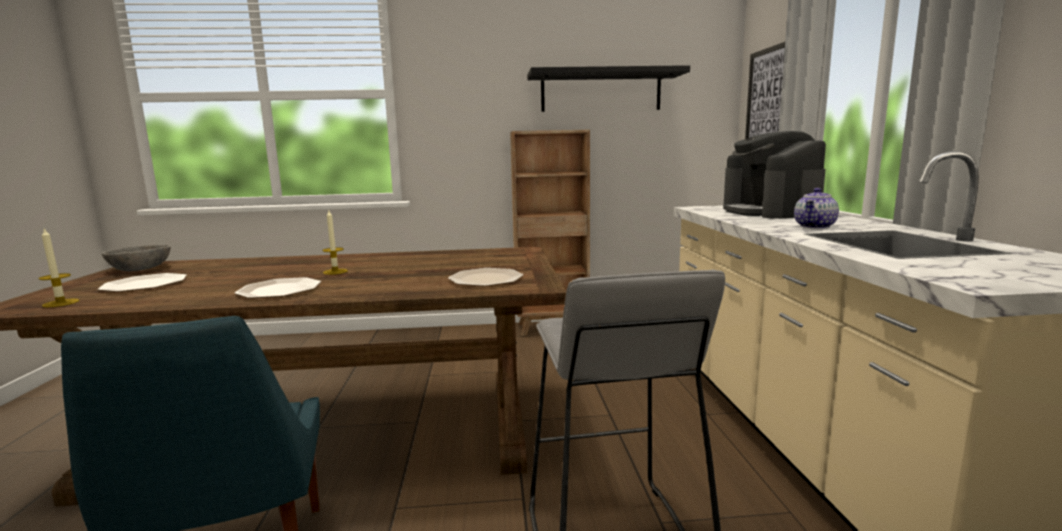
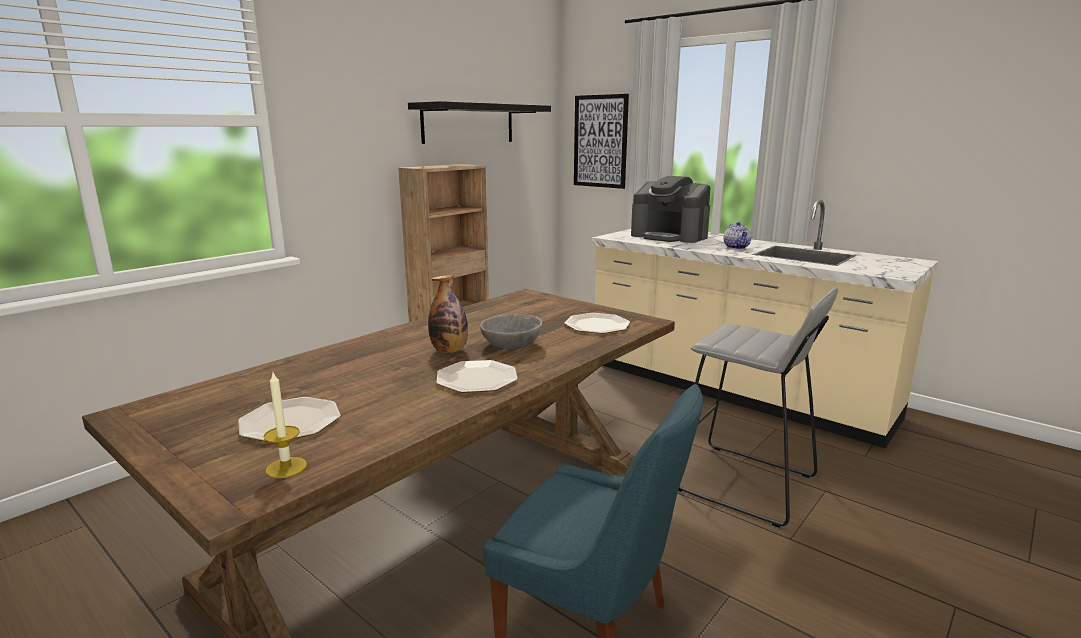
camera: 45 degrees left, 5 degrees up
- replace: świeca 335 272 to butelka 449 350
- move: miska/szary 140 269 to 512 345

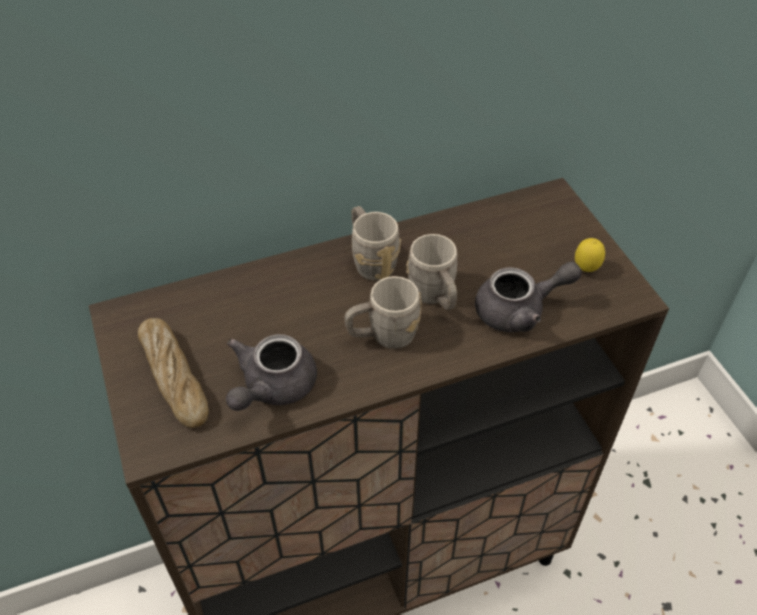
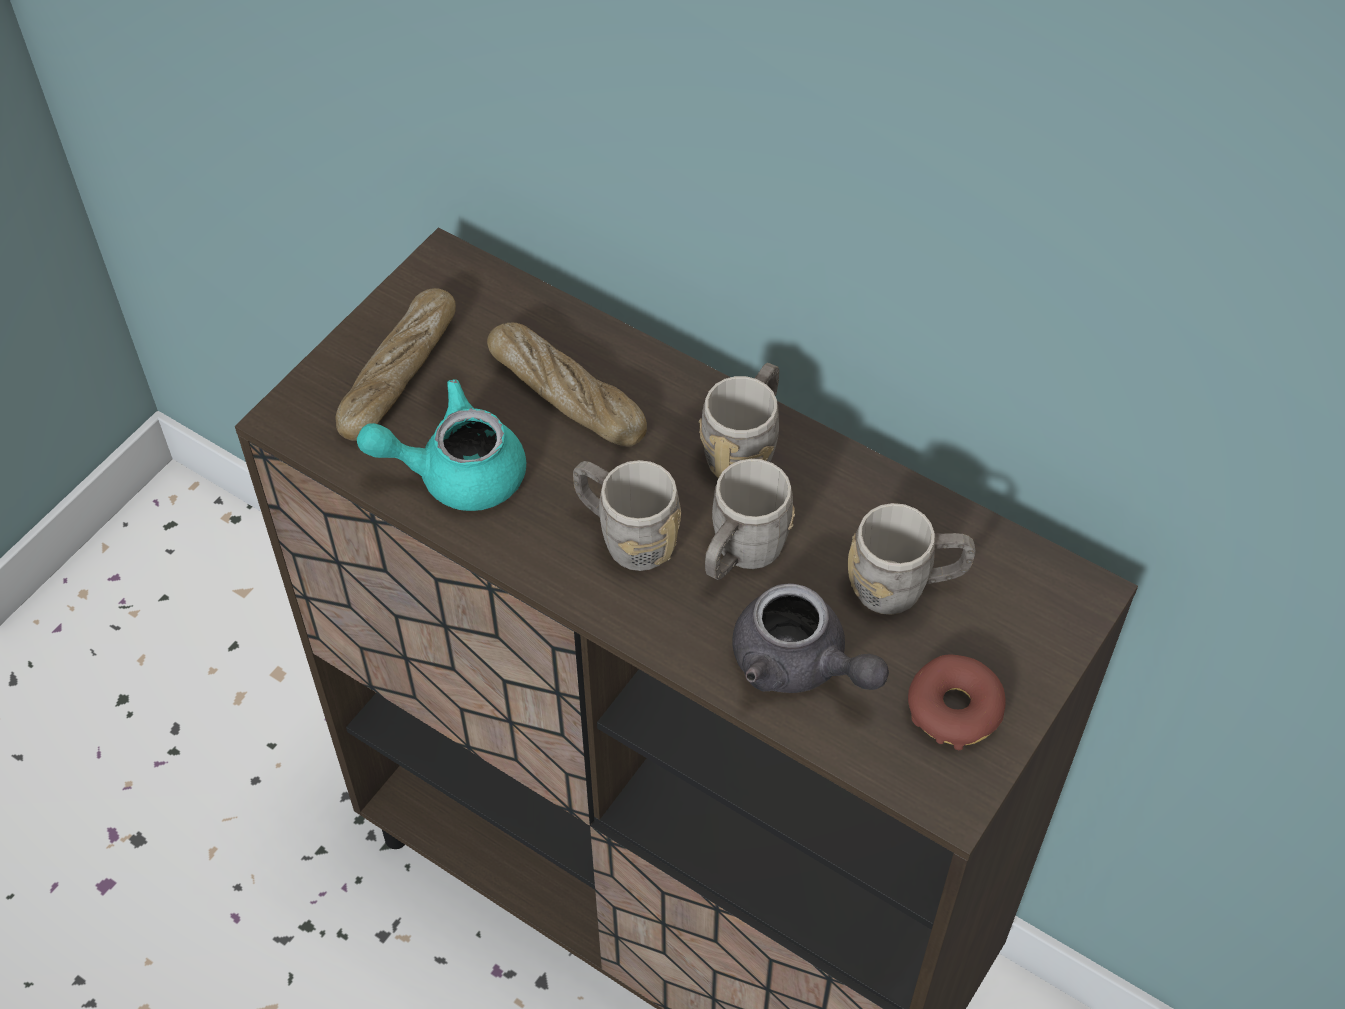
camera: 55 degrees right, 5 degrees up
- replace: cytryna 585 269 to donut 954 709
- recolor: imbryk/szary 272 387 to imbryk/turkusowy 456 472
- insert: chleb 566 394
- insert: kubek/szary 905 587

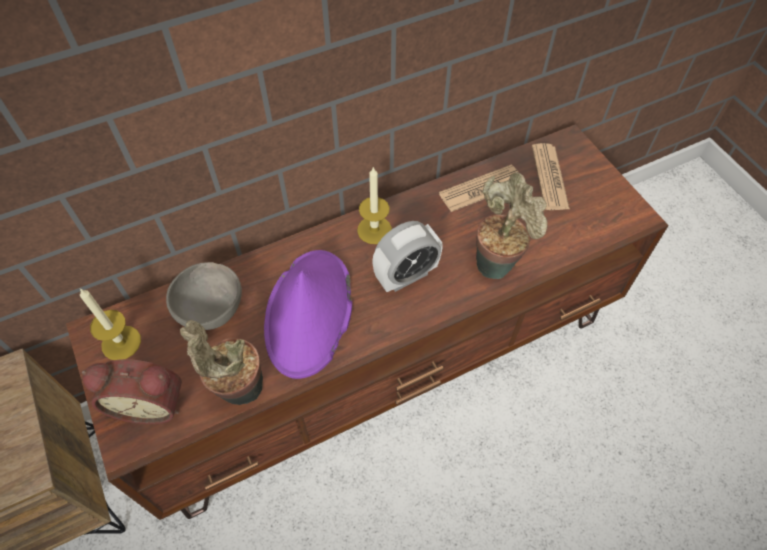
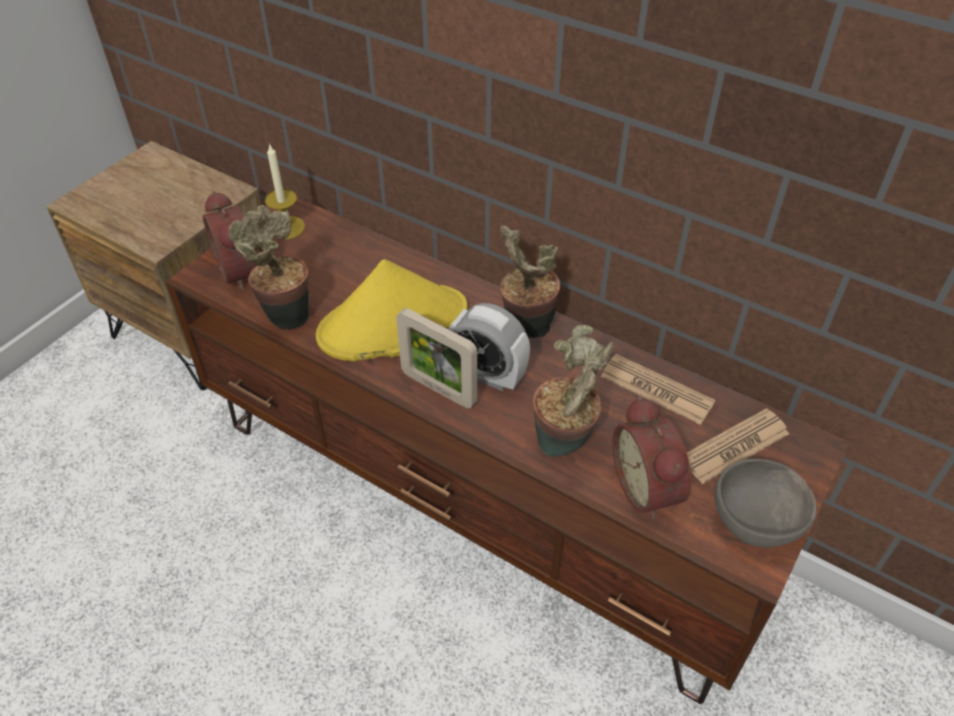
camera: 60 degrees right, 10 degrees down
- replace: świeca 374 230 to roślina doniczkowa 525 327
- recolor: kapelusz/fioletowy 309 314 to kapelusz/żółty 392 324
- move: miska/szary 213 310 to 756 525
- insert: ramka na zdjęcie 438 388
- insert: budzik 649 487

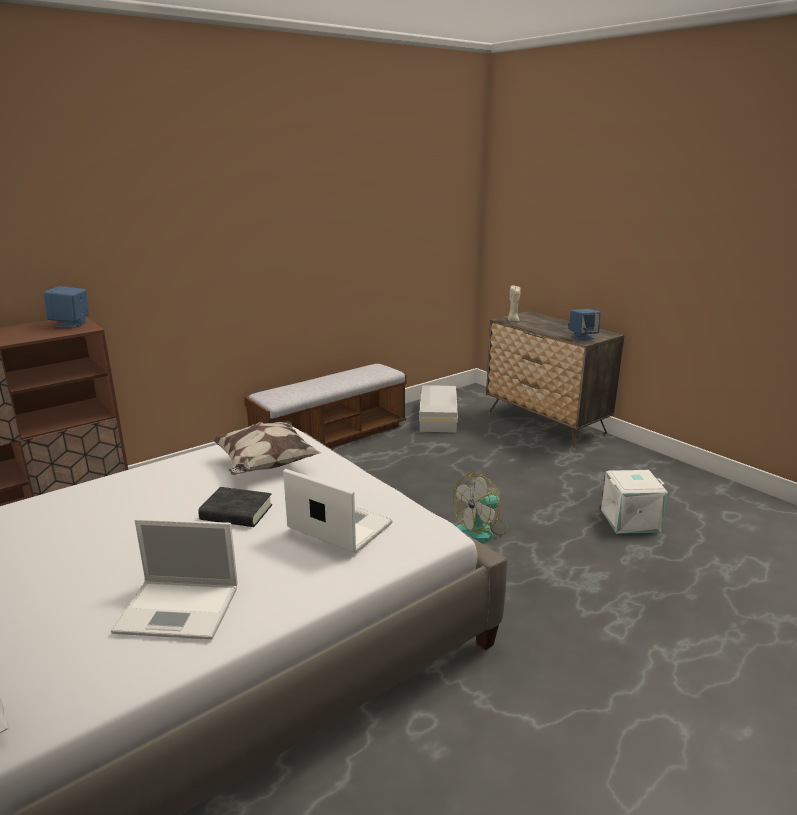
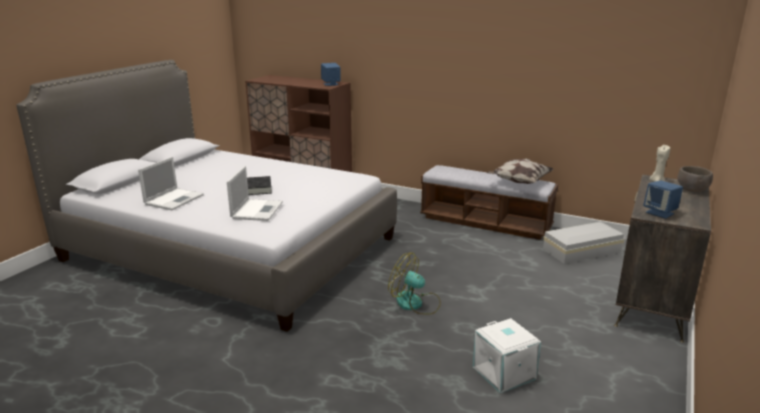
camera: 65 degrees right, 0 degrees up
- move: poduszka 265 465 to 519 182
- rotate: laptop 180 609 = 174 199 135 degrees counterclockwise
- insert: miska/brązowy 691 190

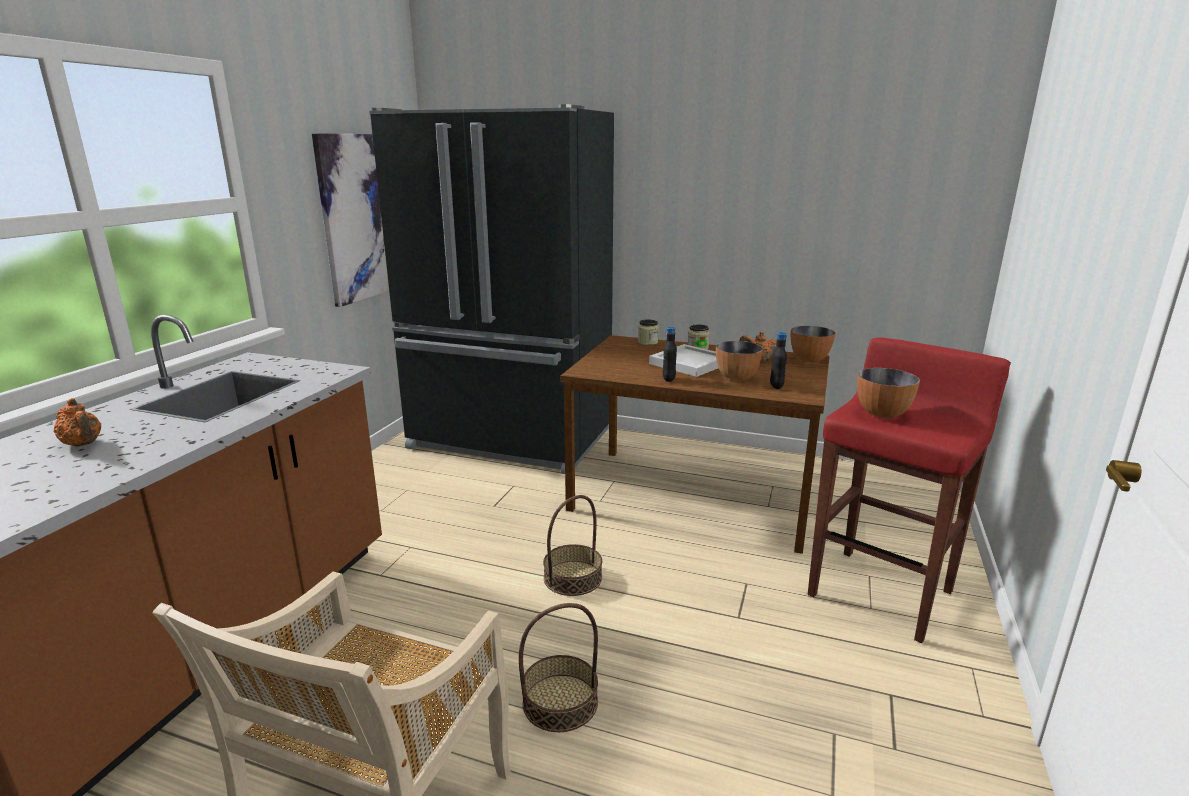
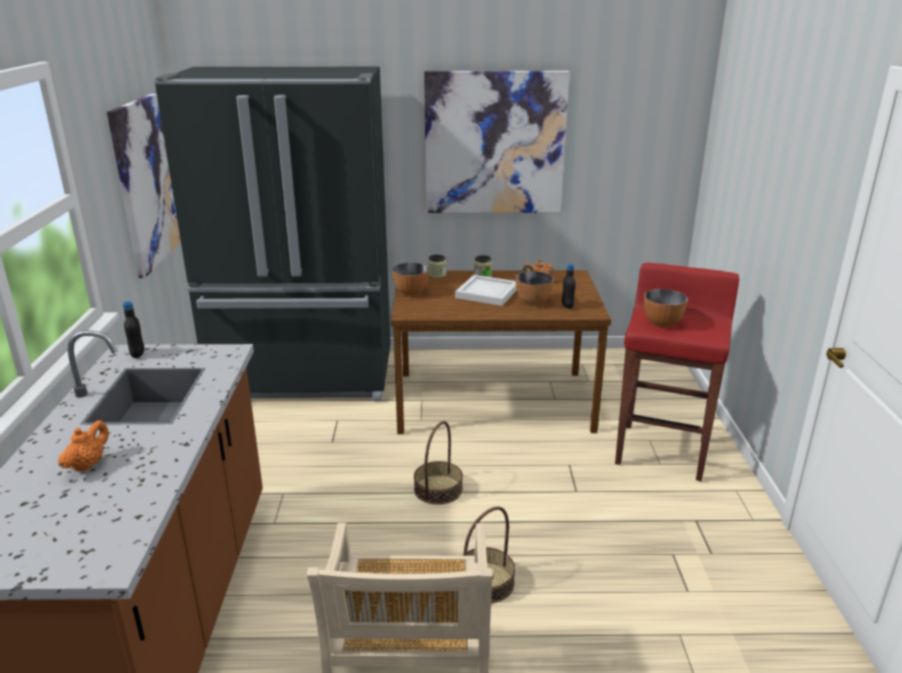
camera: 20 degrees left, 5 degrees up
- move: butelka/czarny 669 379 to 138 354
- move: miska 810 359 to 411 292
- rotate: imbryk/pomarańczowy 83 444 = 88 465 90 degrees counterclockwise
- insert: obraz 494 143

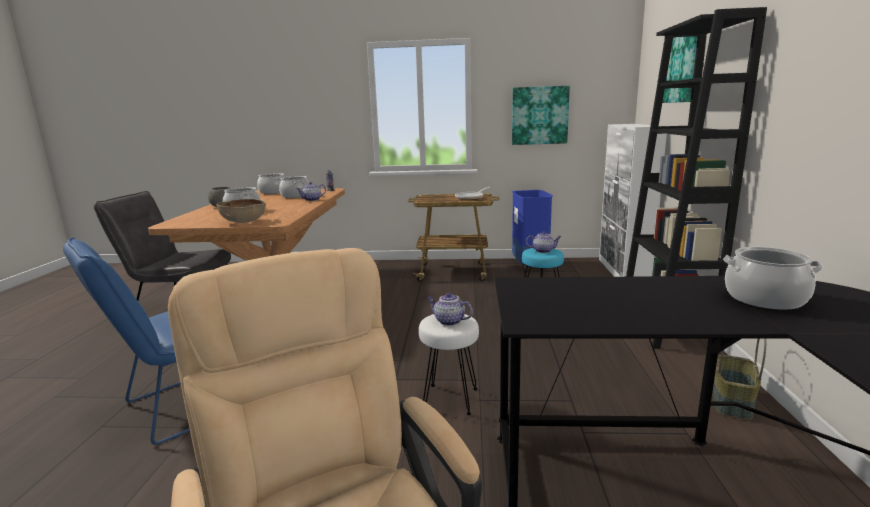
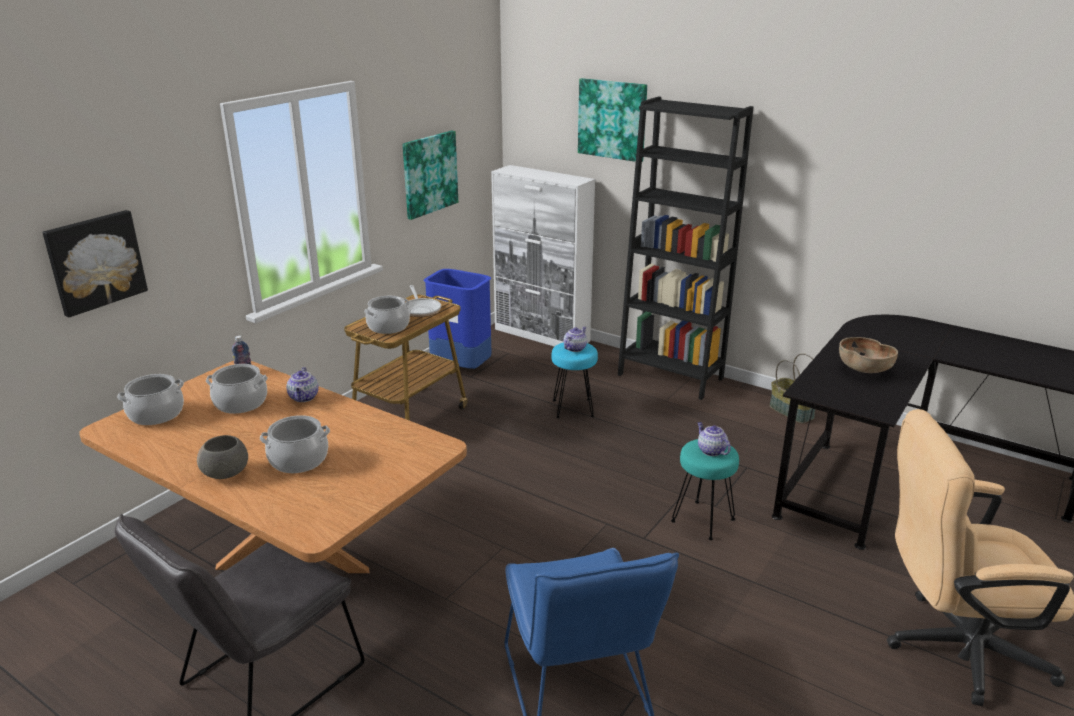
camera: 60 degrees left, 10 degrees up
- move: miska/brązowy 243 222 to 863 370
- move: garnek 765 298 to 388 327
- rotate: imbryk 448 321 = 711 450 90 degrees clockwise
- recolor: stołek/biały 450 399 to stołek/turkusowy 702 520
- insert: obraz 95 261

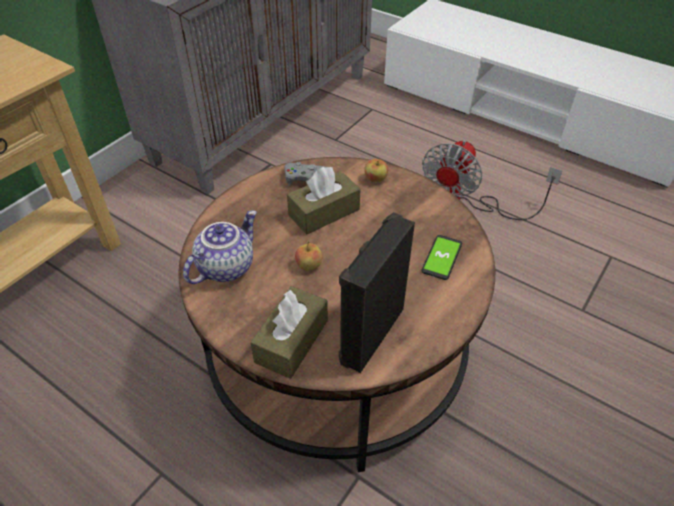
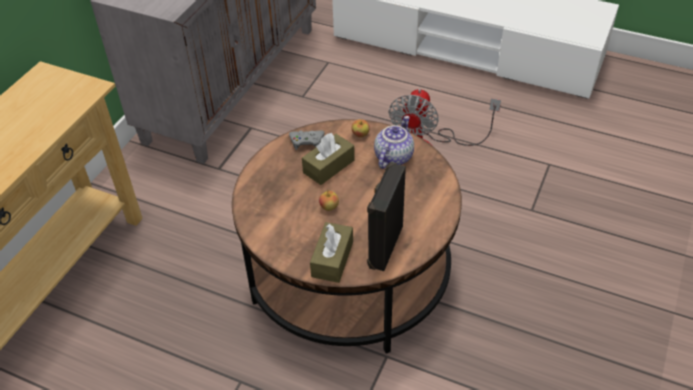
camera: 10 degrees left, 0 degrees up
- move: imbryk 225 266 to 393 157
- delete: telefon 442 258

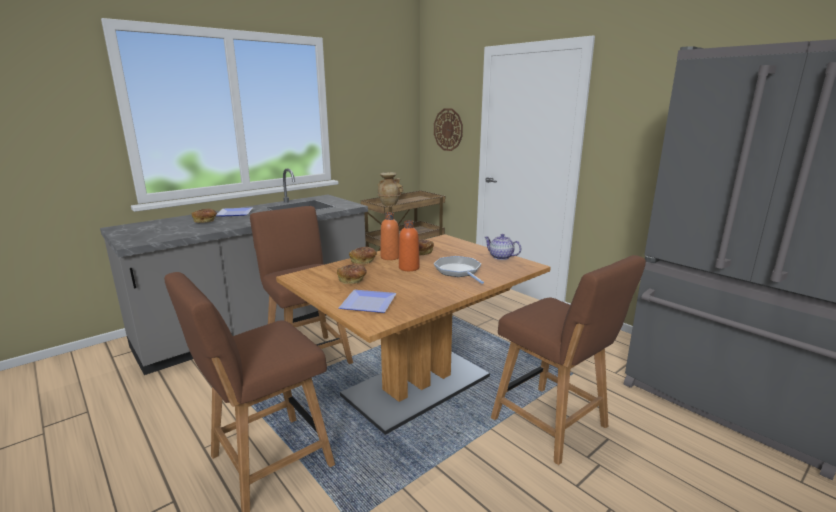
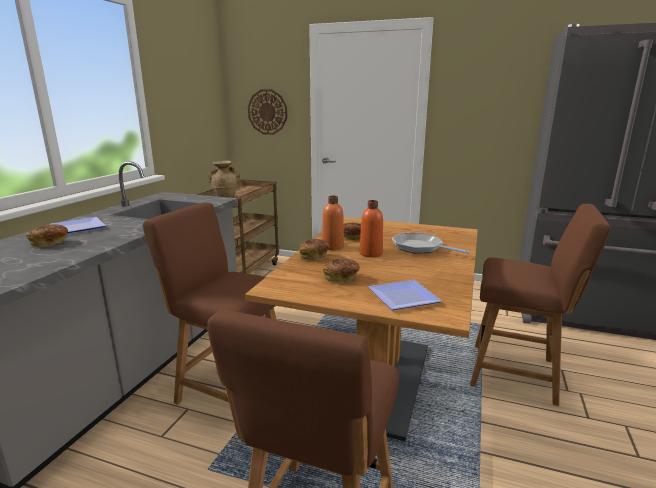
camera: 30 degrees left, 0 degrees up
- delete: imbryk 500 257

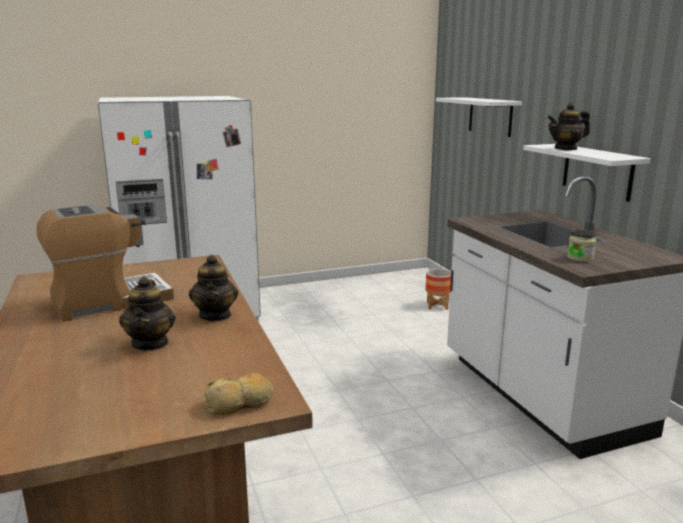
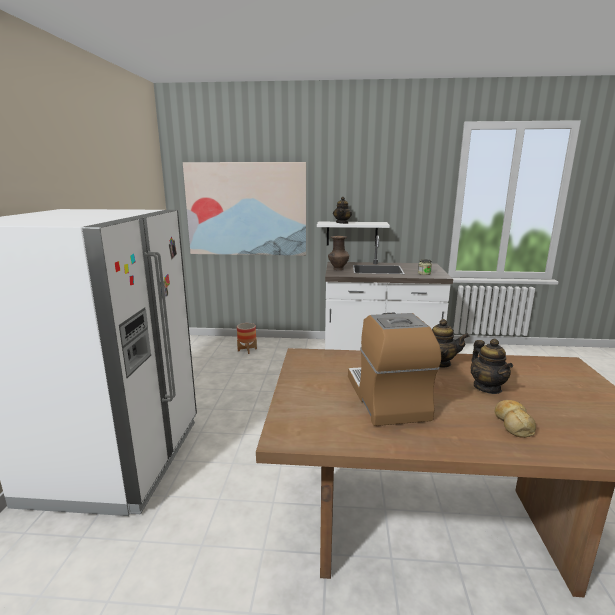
camera: 65 degrees left, 0 degrees up
- replace: półka/biały 490 116 to obraz 246 209
- rotate: imbryk 151 343 = 487 388 60 degrees clockwise
- move: chleb 240 403 to 513 424
- insert: wazon/brązowy 338 269

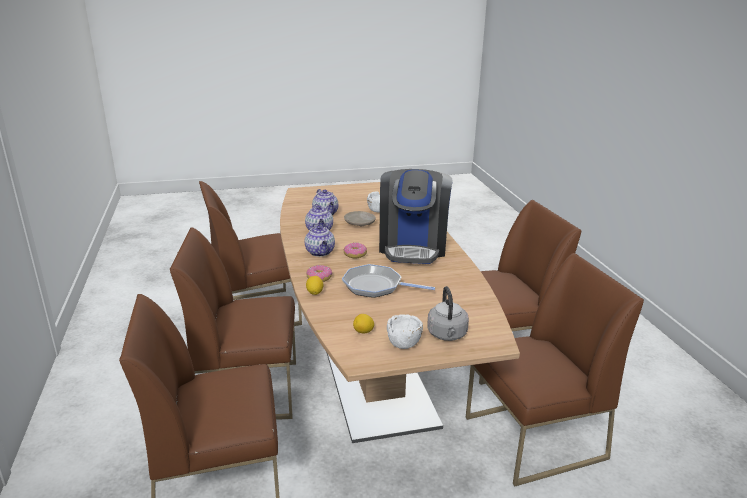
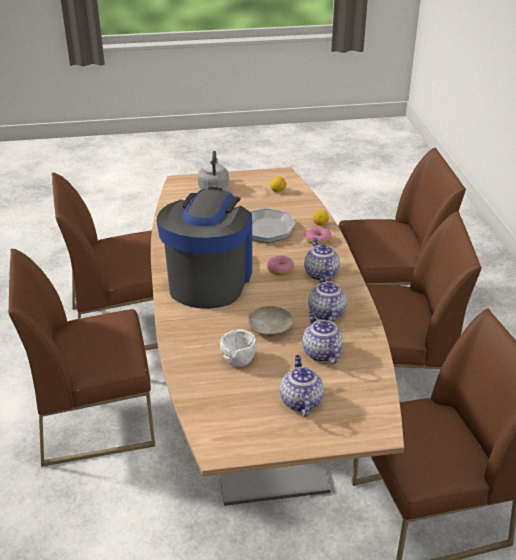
camera: 175 degrees left, 10 degrees up
- delete: miska/biały 404 343
- insert: imbryk 300 401

